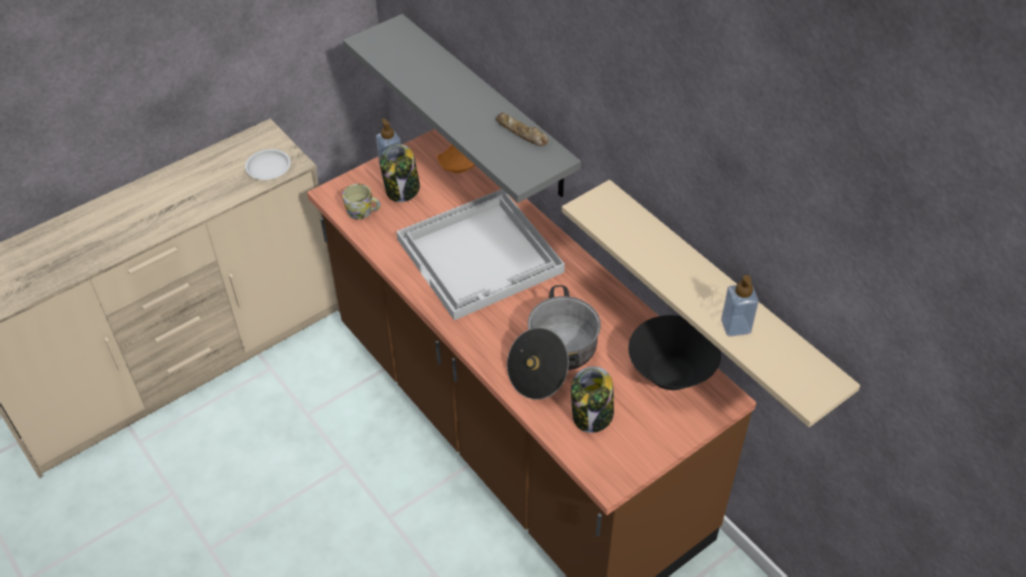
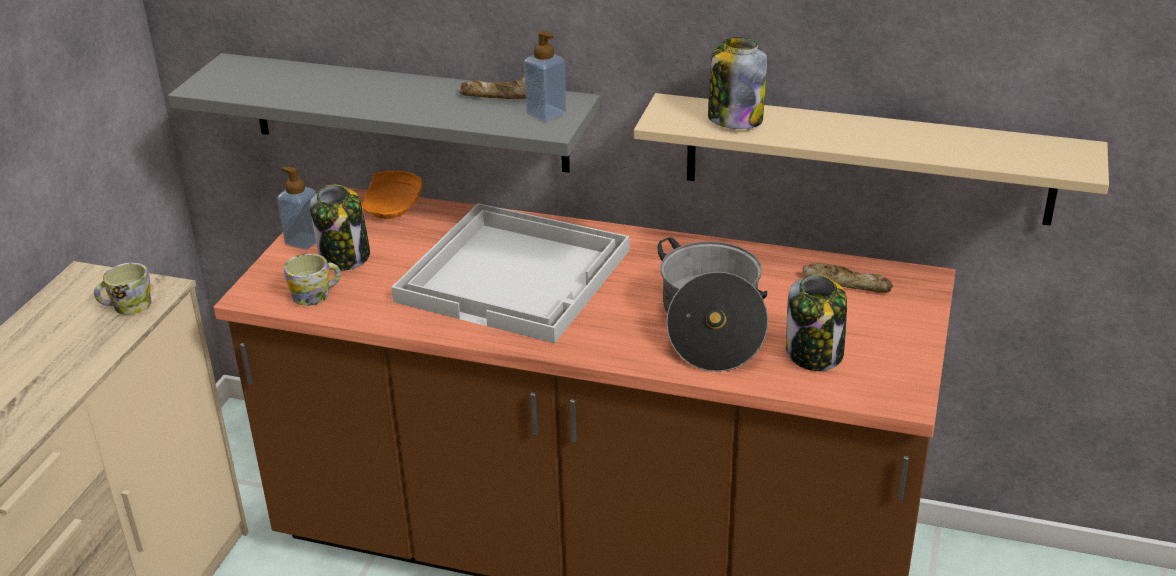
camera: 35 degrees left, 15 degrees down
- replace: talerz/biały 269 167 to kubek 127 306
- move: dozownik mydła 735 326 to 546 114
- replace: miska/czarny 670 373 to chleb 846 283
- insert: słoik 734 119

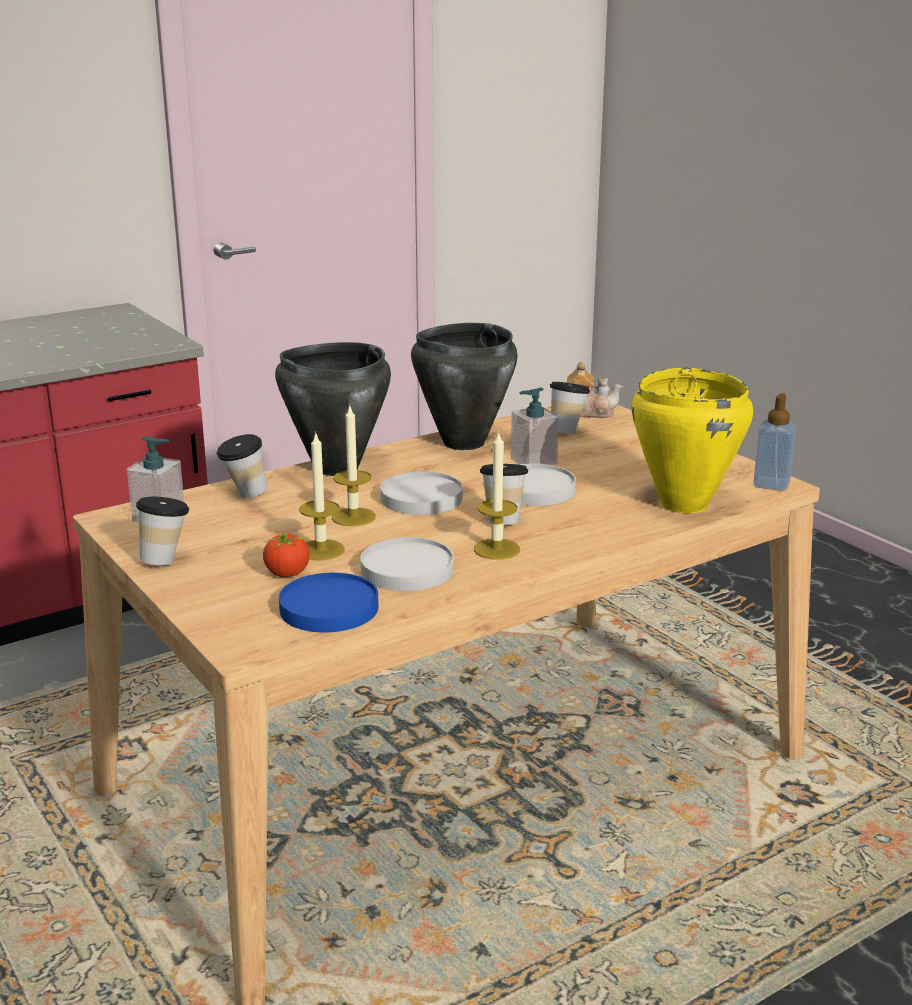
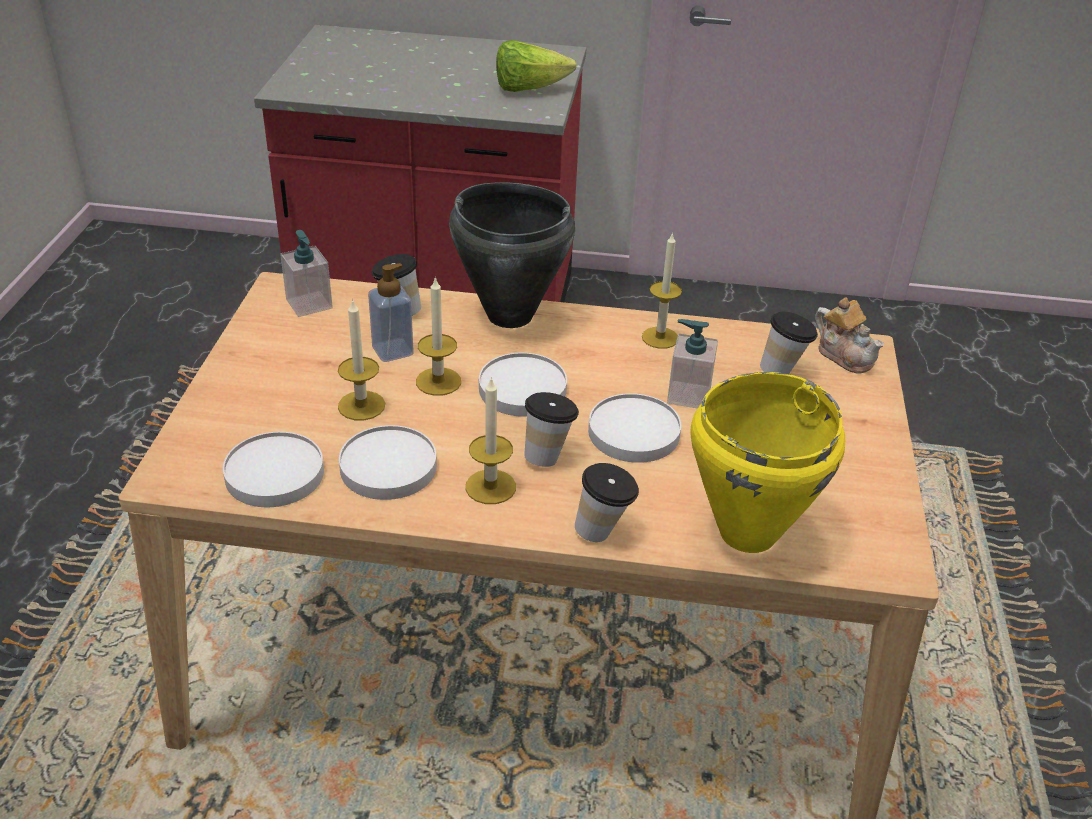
camera: 40 degrees right, 15 degrees up
- replace: garnek/czarny 462 443 to świeca 660 338
- move: dozownik mydła 771 484 to 392 351
- move: filiżanka 166 560 to 604 532
- delete: pomidor 287 573
- recolor: talerz/niebieski 329 608 to talerz/biały 274 474
- insert: sałata 528 89

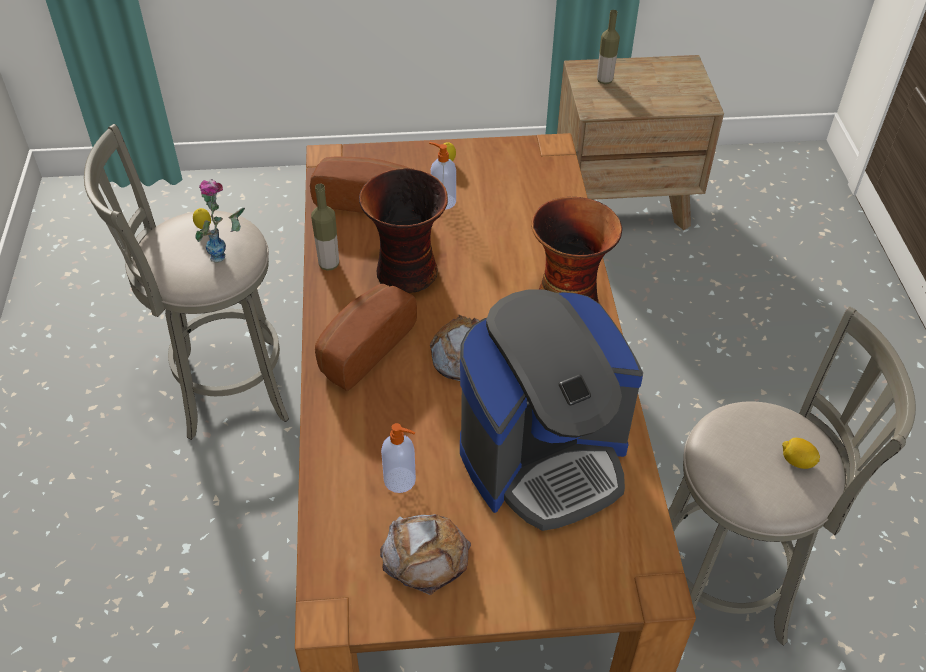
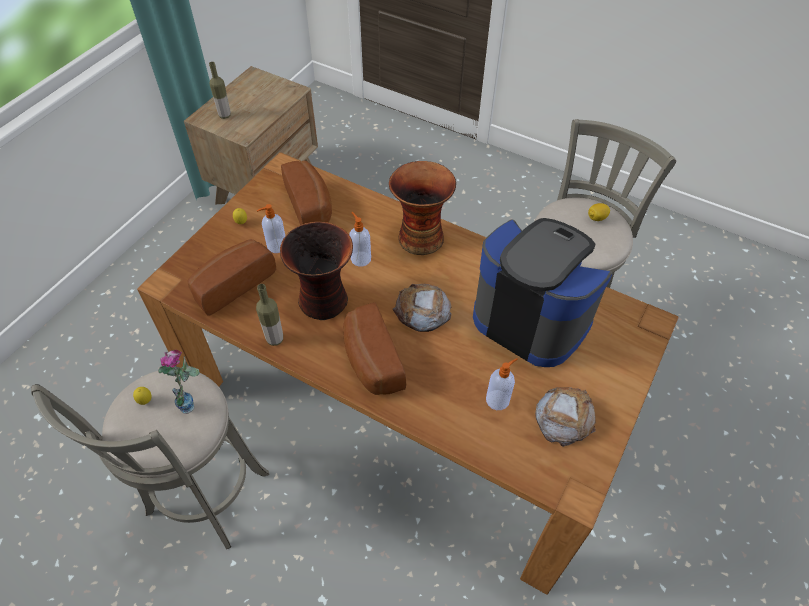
camera: 55 degrees left, 5 degrees up
- rotate: ekspres do kawy 544 458 = 531 318 60 degrees counterclockwise
- insert: chleb 311 205
- insert: dozownik mydła 360 258

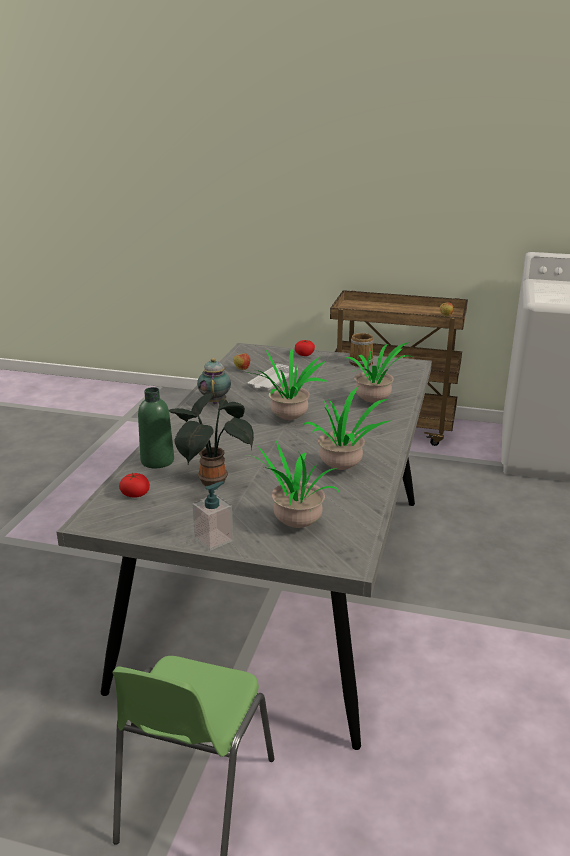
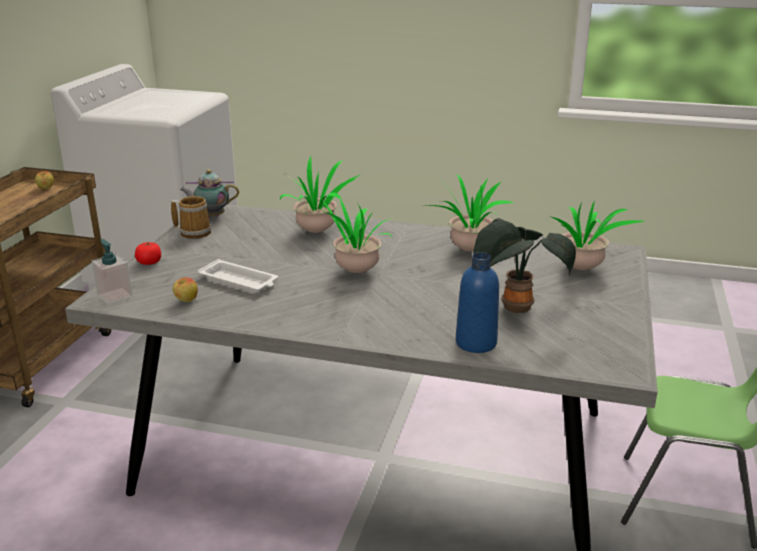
camera: 90 degrees left, 0 degrees up
- move: imbryk 215 401 to 211 216
- recolor: butelka/zielony 157 461 to butelka/niebieski 476 343
- delete: pomidor 135 494
- move: dozownik mydła 214 539 to 115 296

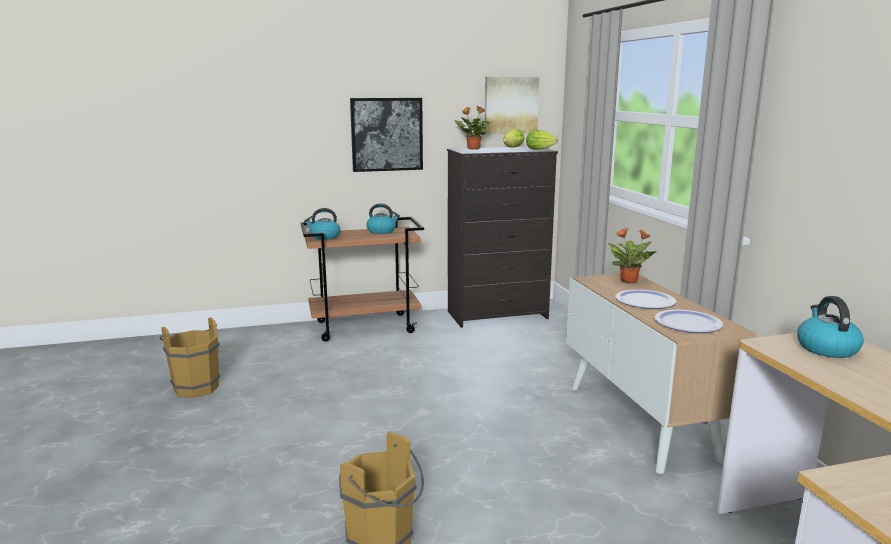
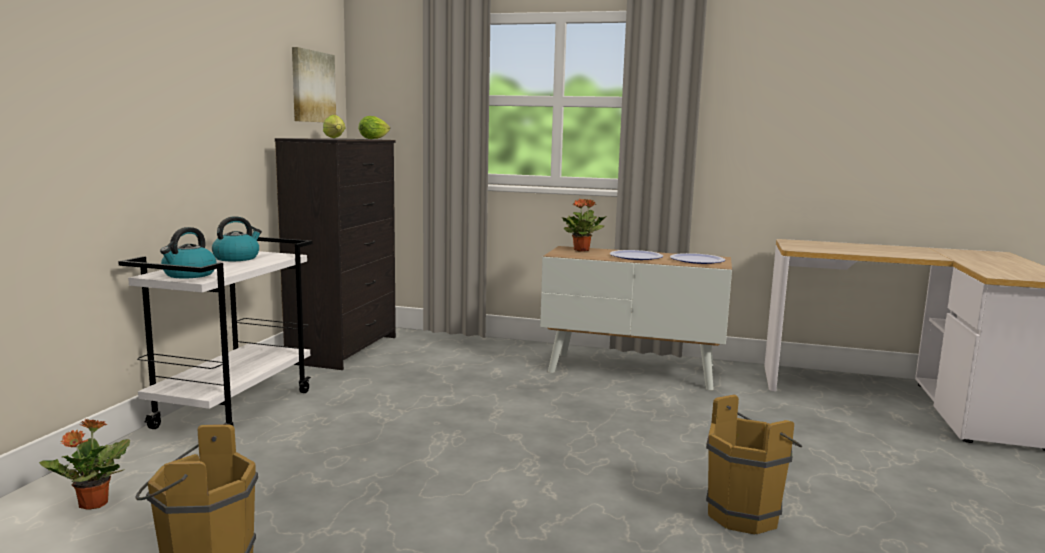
camera: 60 degrees left, 5 degrees down
- delete: obraz 386 134
- move: roślina doniczkowa 473 149 to 92 504
- recolor: wózek/brązowy 365 327 to wózek/biały 234 408
- delete: czajnik 826 348

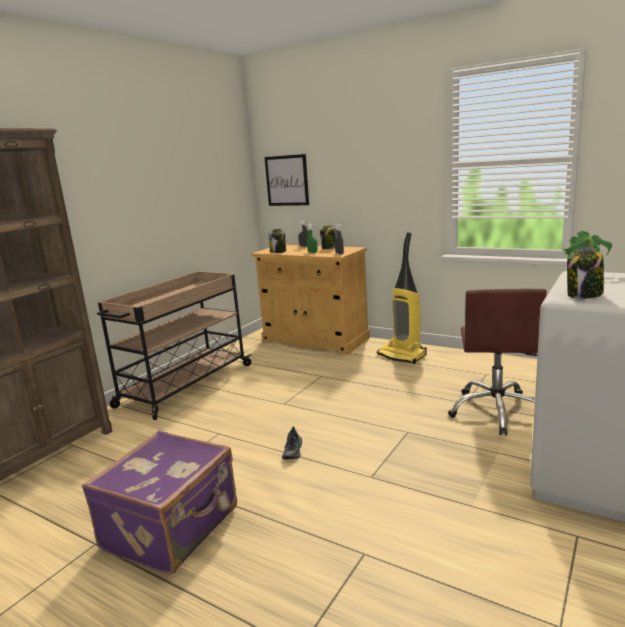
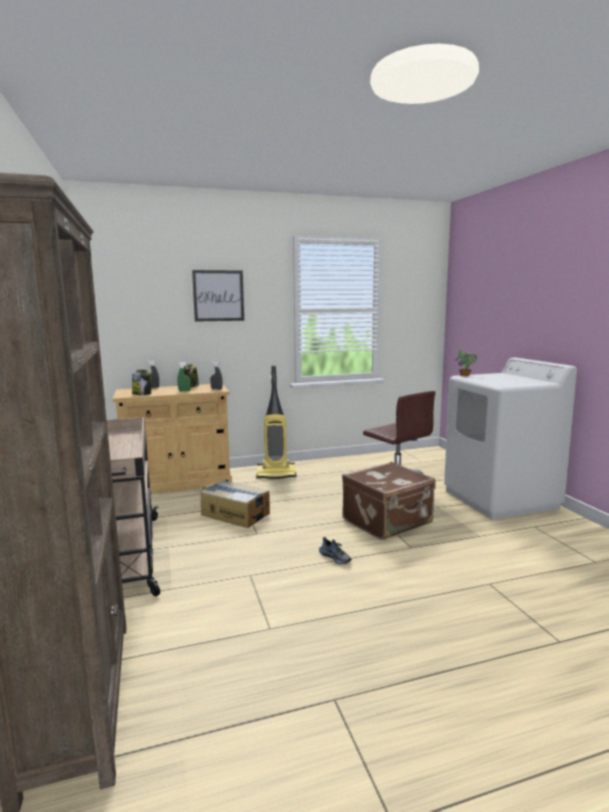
camera: 50 degrees left, 5 degrees down
- move: obraz 287 180 to 218 295
- delete: słoik 584 295
- delete: walizka/fioletowy 173 528
- insert: walizka/brązowy 388 522
- insert: karton 235 514

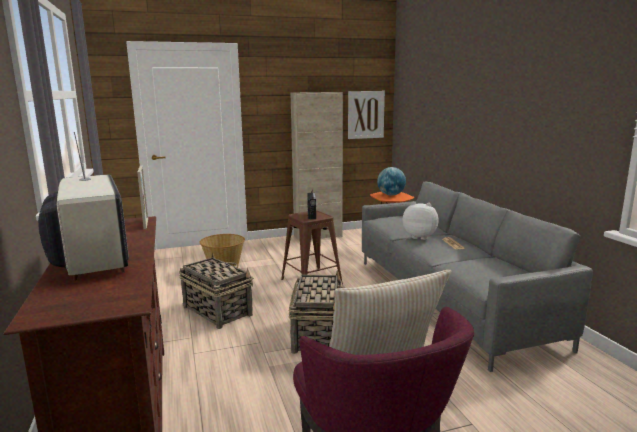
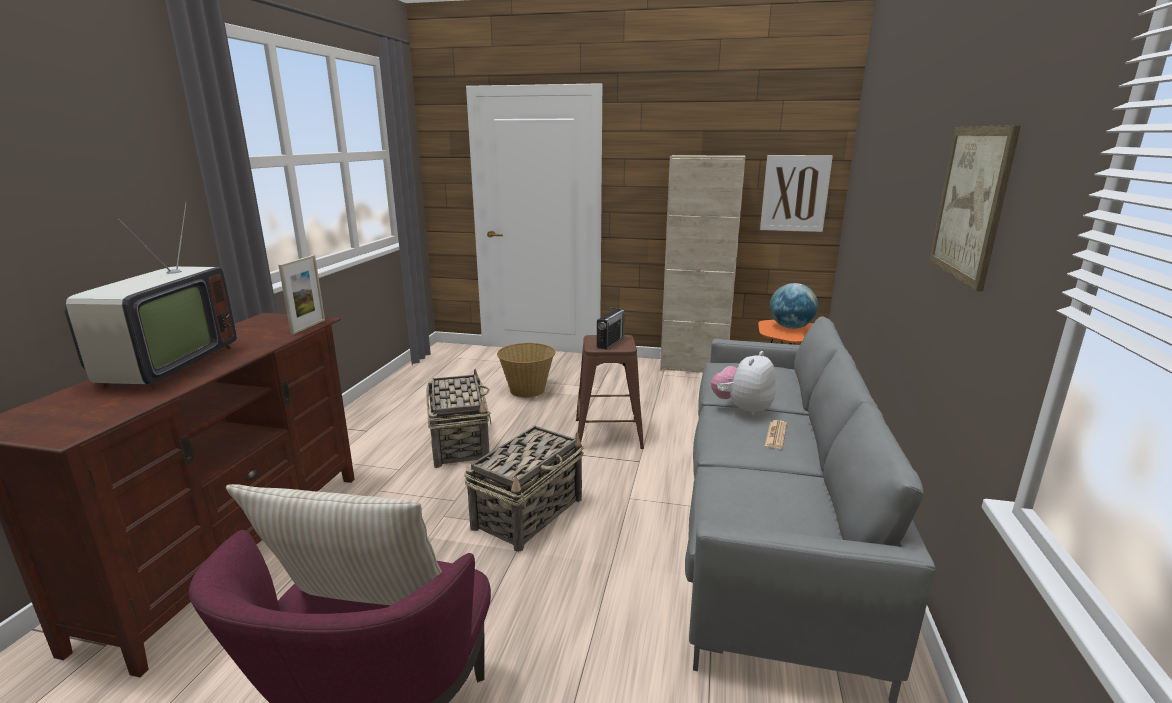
camera: 30 degrees right, 5 degrees up
- rotate: pluszak 420 237 = 742 409 105 degrees counterclockwise
- insert: obraz 971 203

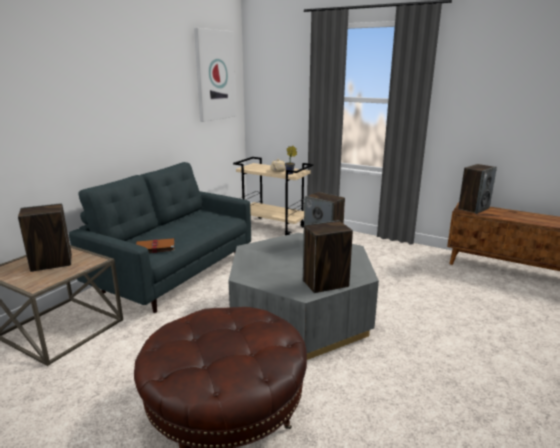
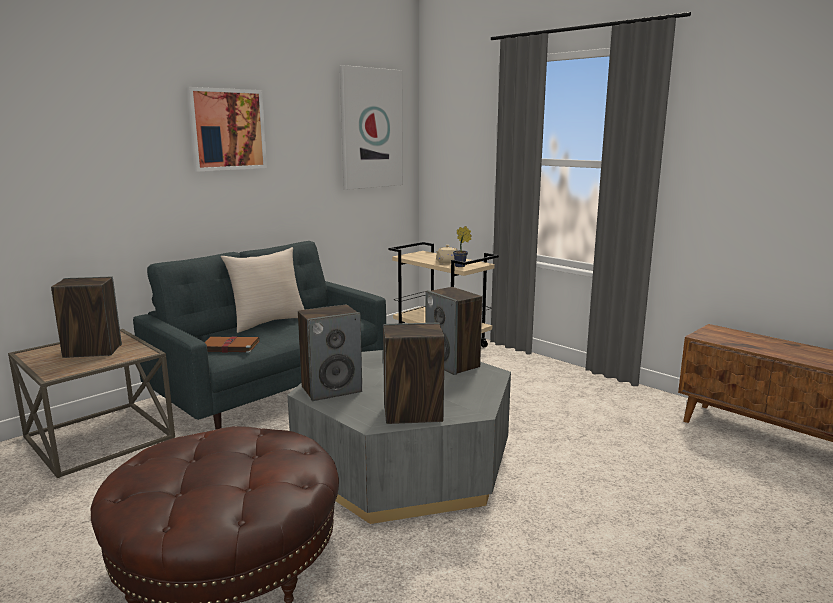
camera: 15 degrees right, 5 degrees down
- move: głośnik 473 208 to 332 389
- insert: obraz 227 129
- insert: poduszka/beżowy 268 322

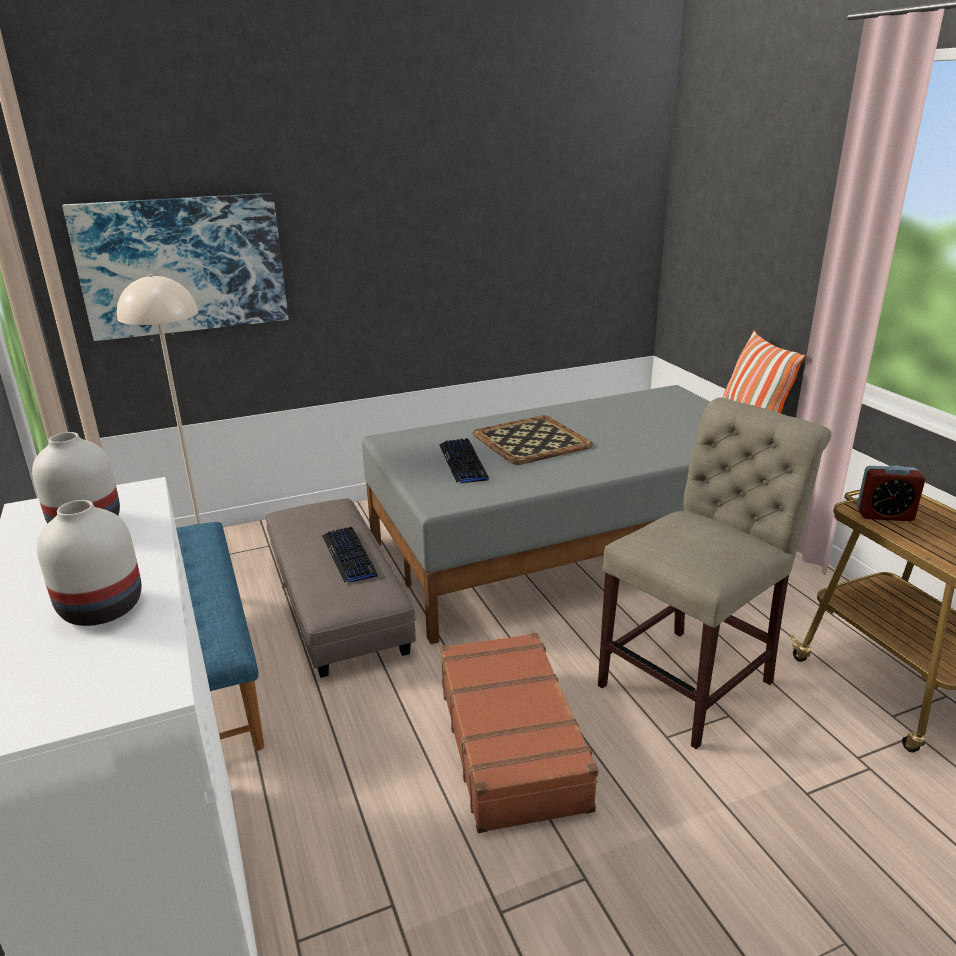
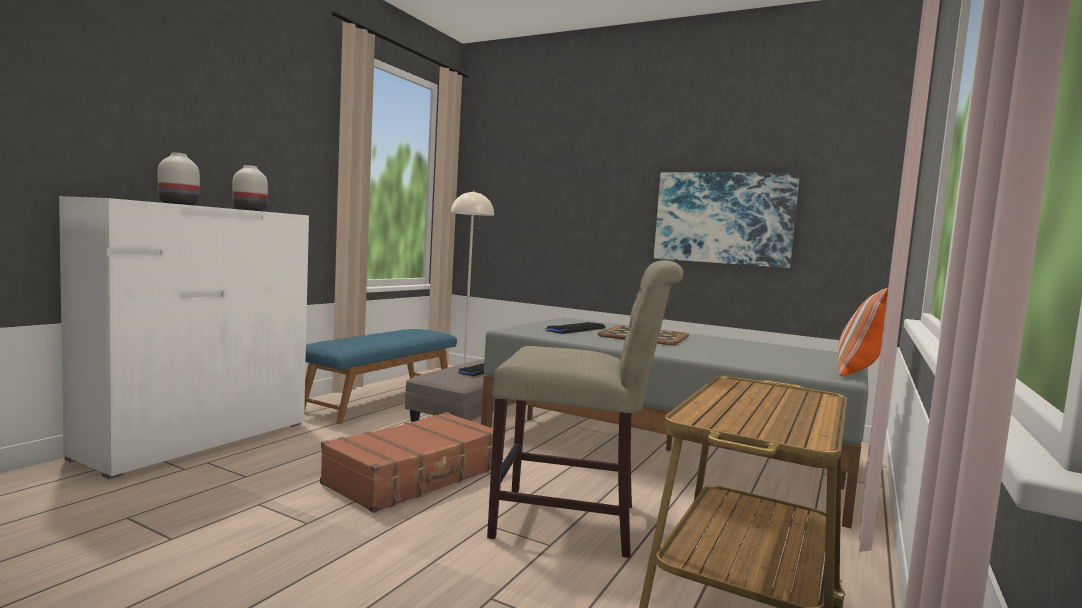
camera: 50 degrees right, 20 degrees down
- move: obraz 183 265 to 723 218
- delete: budzik 884 515

